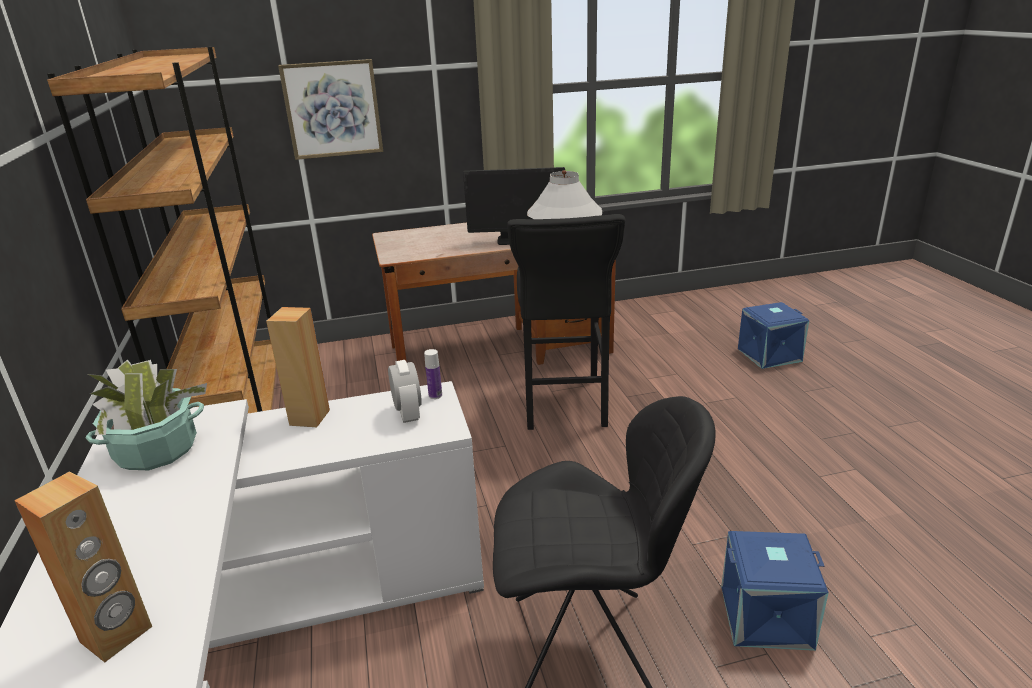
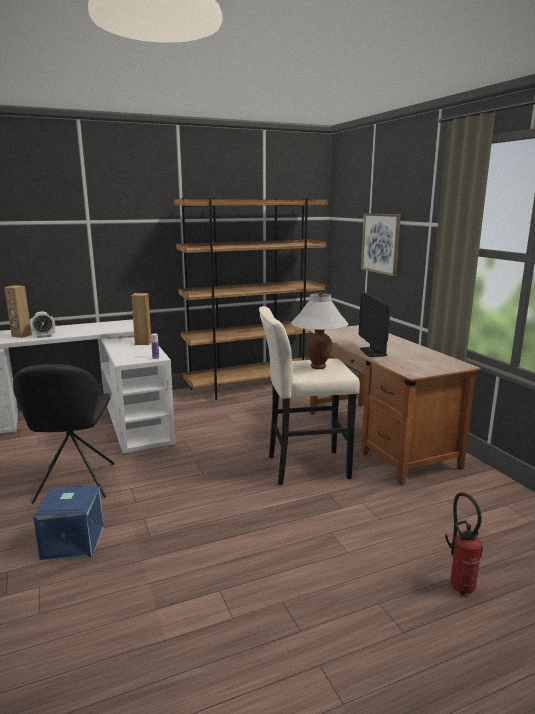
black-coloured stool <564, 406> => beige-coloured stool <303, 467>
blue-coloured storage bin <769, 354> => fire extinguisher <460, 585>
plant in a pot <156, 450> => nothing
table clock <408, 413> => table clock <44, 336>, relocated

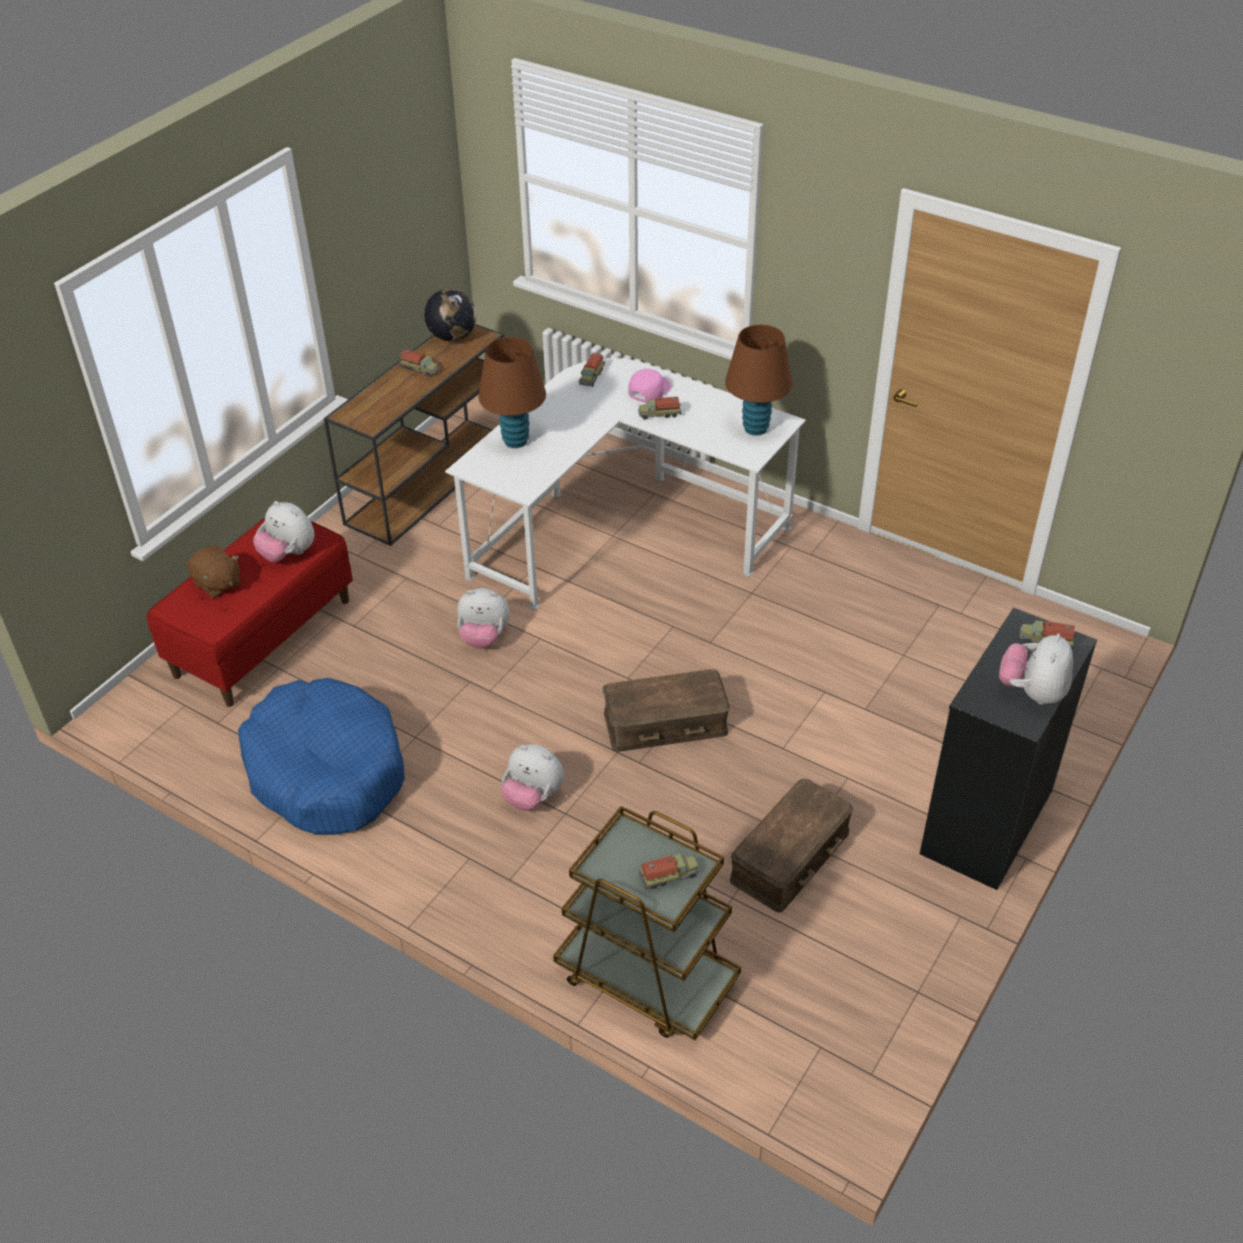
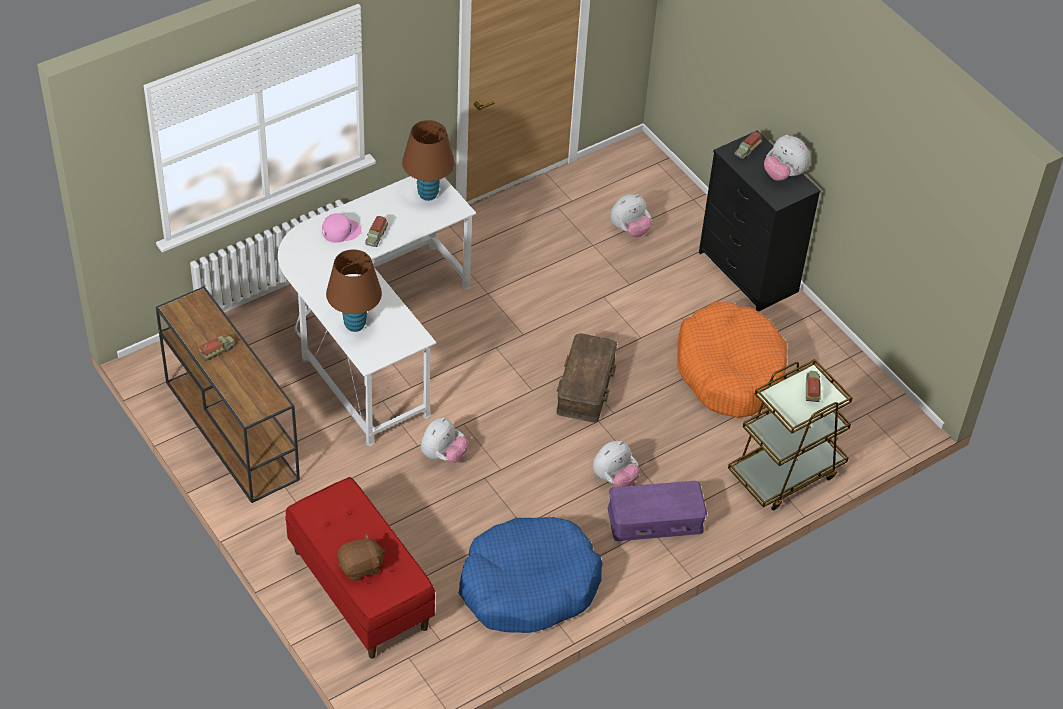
world globe <452, 336> => nothing
model truck <591, 377> => nothing
pinkish cap <648, 389> => pinkish cap <340, 230>, 105 degrees clockwise
cuddly toy <288, 554> => cuddly toy <629, 230>, relocated
brownish storage bin <791, 857> => orange dog bed <730, 370>
nothing => purplish storage bin <655, 520>

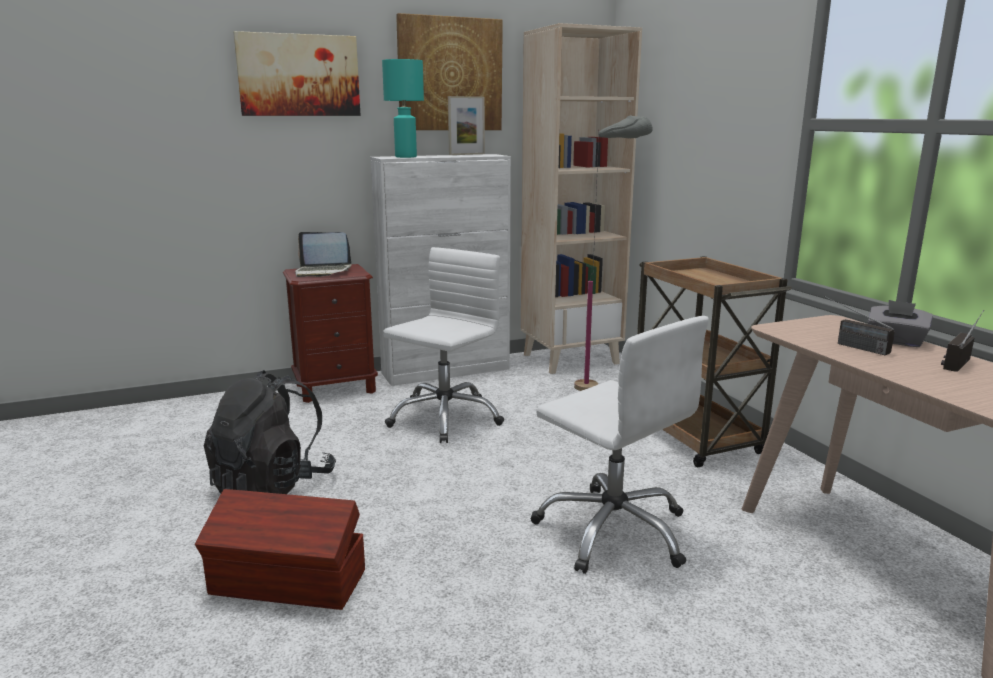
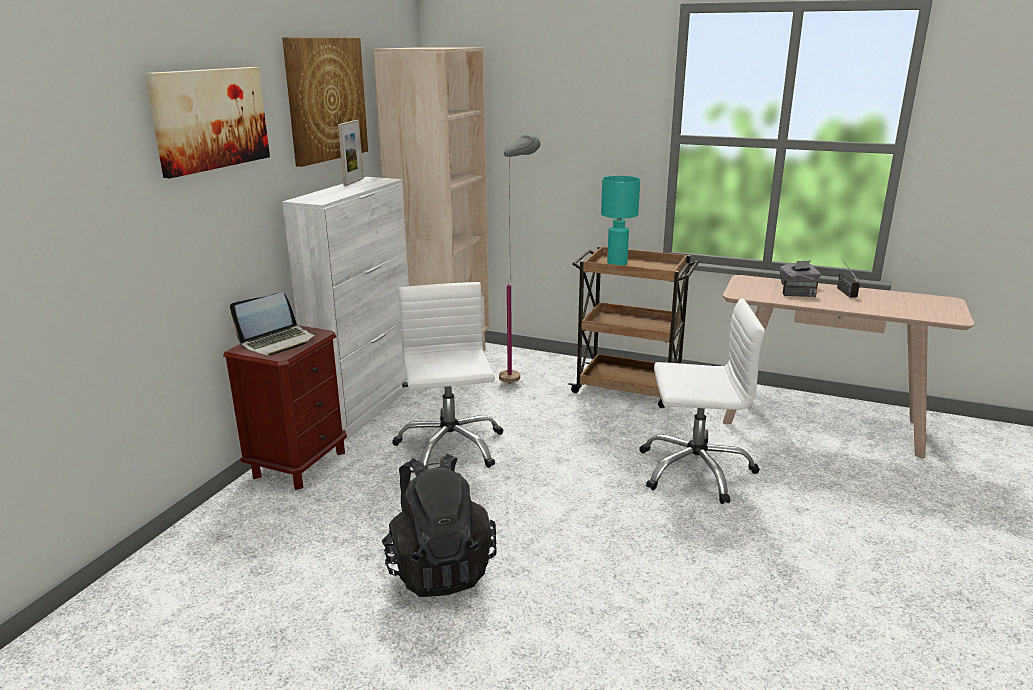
turquoise lamp for a table <405, 157> => turquoise lamp for a table <616, 263>, relocated
brownish storage bin <288, 583> => nothing

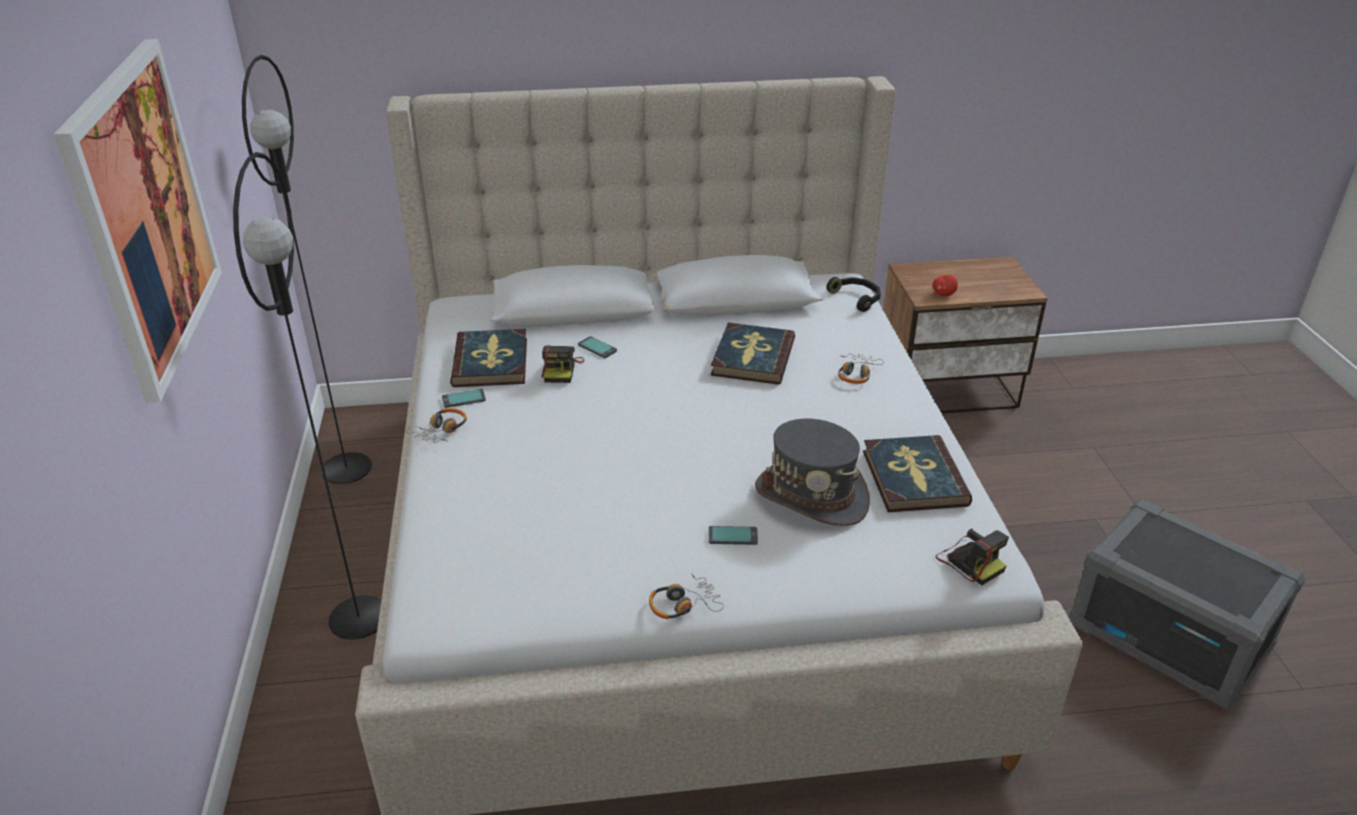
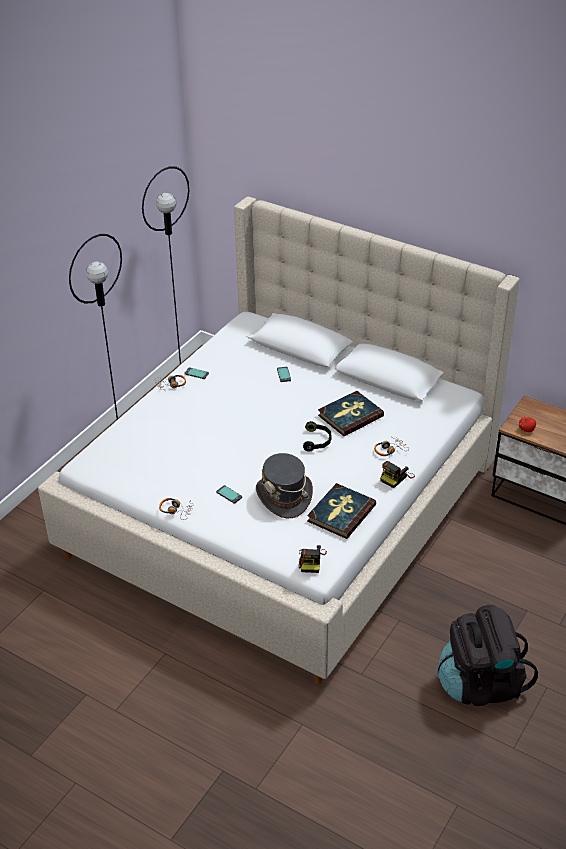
wall picture <145, 215> => nothing
black-coloured headphones <857, 298> => black-coloured headphones <317, 441>, relocated
volume <491, 362> => nothing
photo camera <561, 370> => photo camera <396, 477>, relocated
greyish storage bin <1170, 634> => black-coloured knapsack <480, 684>

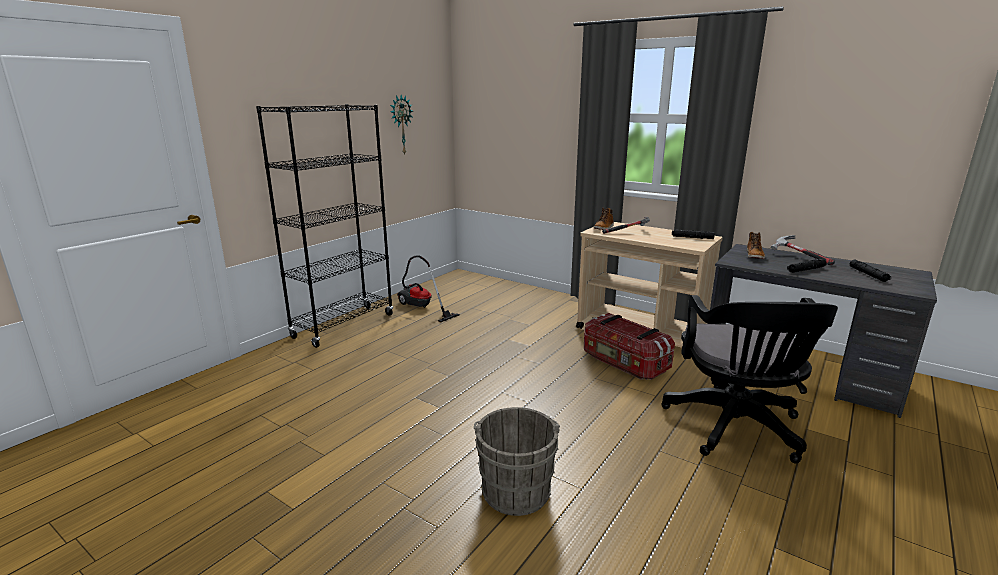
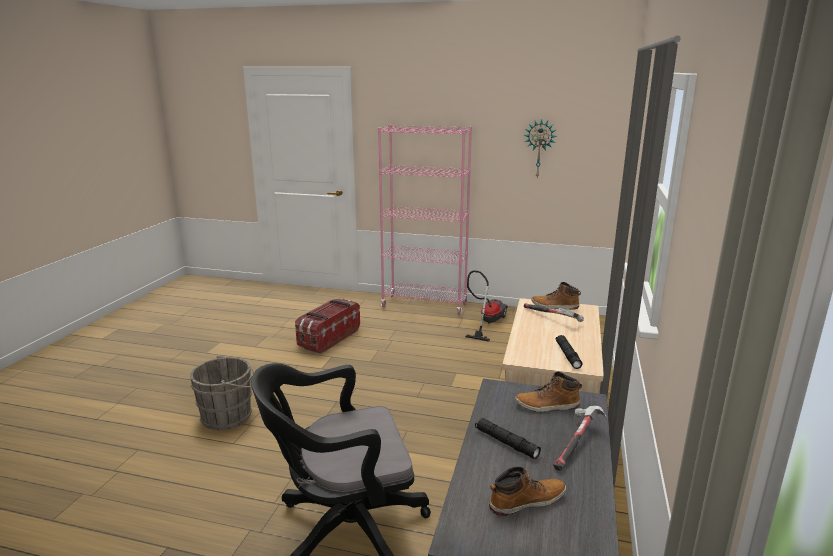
black-coloured bookshelf <344, 326> => pinkish bookshelf <424, 305>
black-coloured torch <868, 274> => tall boot <526, 501>
storage bin <624, 363> => storage bin <328, 338>, relocated

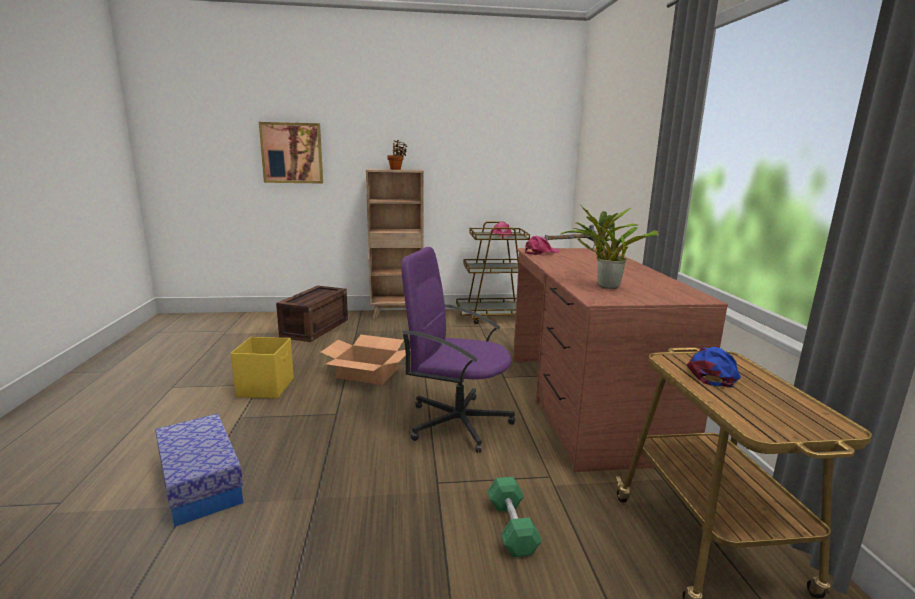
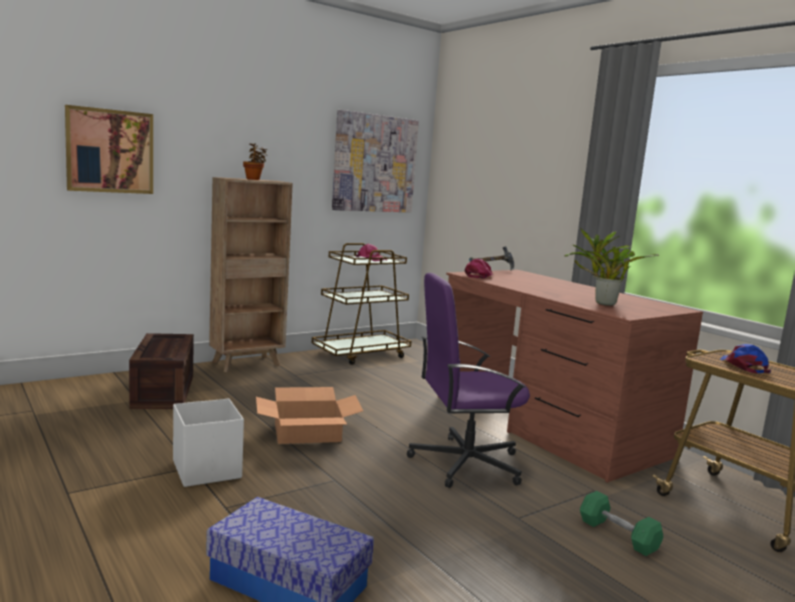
yellow-coloured storage bin <266, 387> => white-coloured storage bin <207, 469>
nothing => wall picture <374, 163>

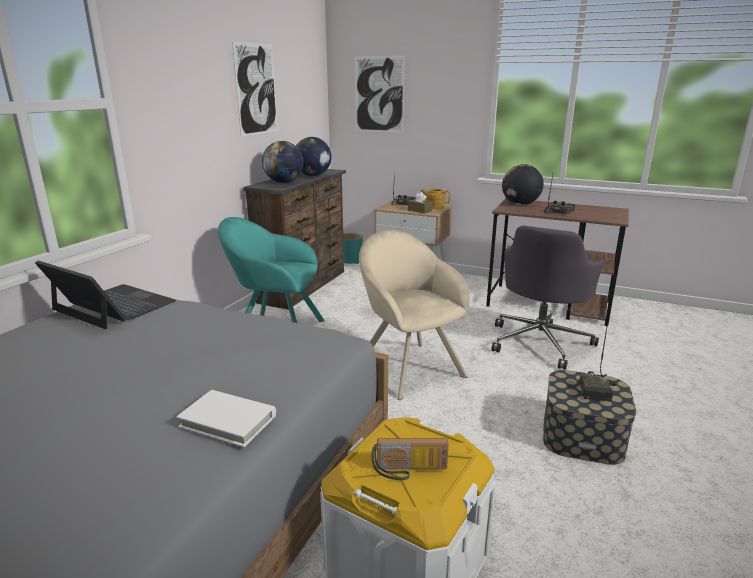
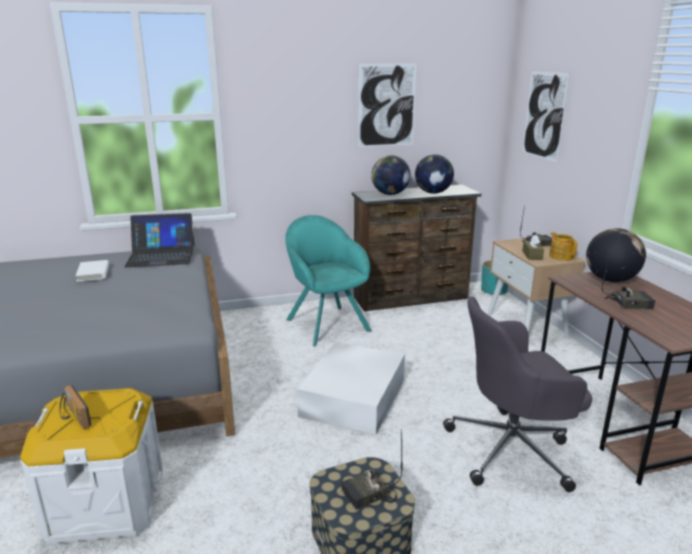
beige-coloured easy chair <407, 366> => white-coloured storage bin <354, 396>
portable computer <113, 306> => portable computer <161, 256>, 90 degrees clockwise
white-coloured volume <228, 421> => white-coloured volume <93, 273>, relocated

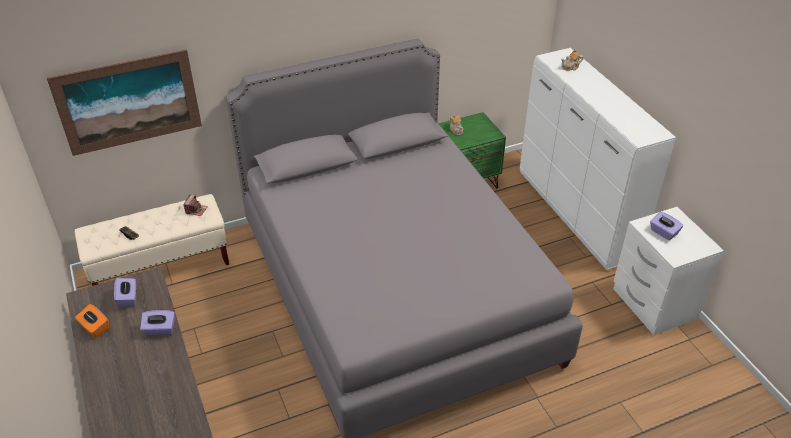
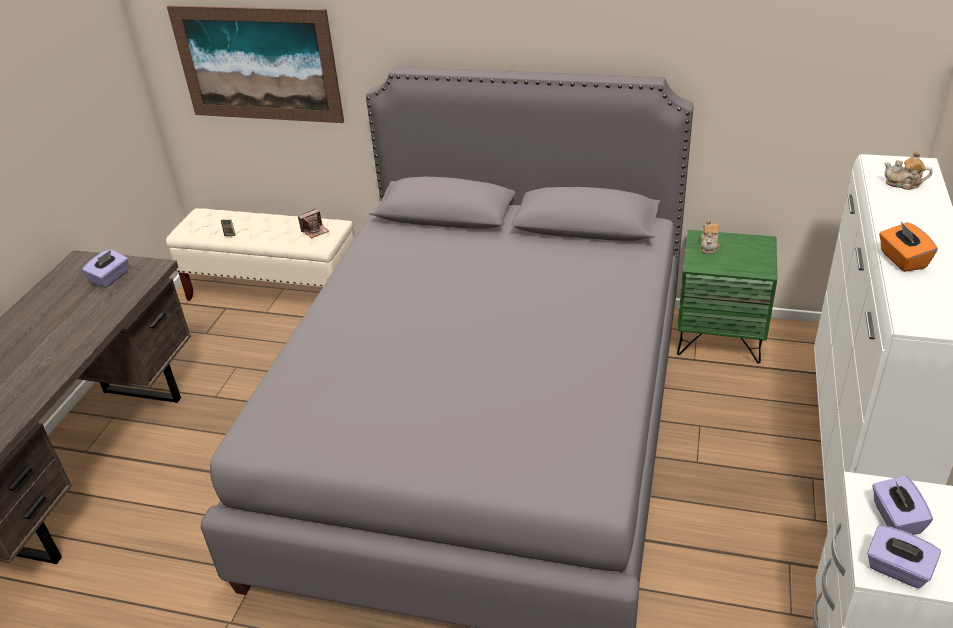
orange box of tissues <95, 328> => orange box of tissues <902, 260>, relocated
purplish box of tissues <160, 330> => purplish box of tissues <897, 569>, relocated

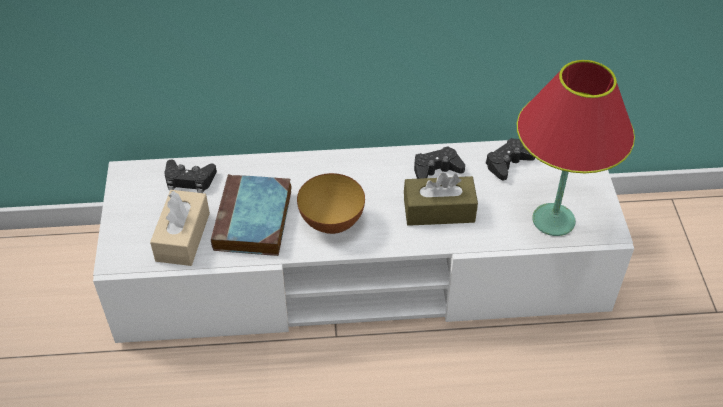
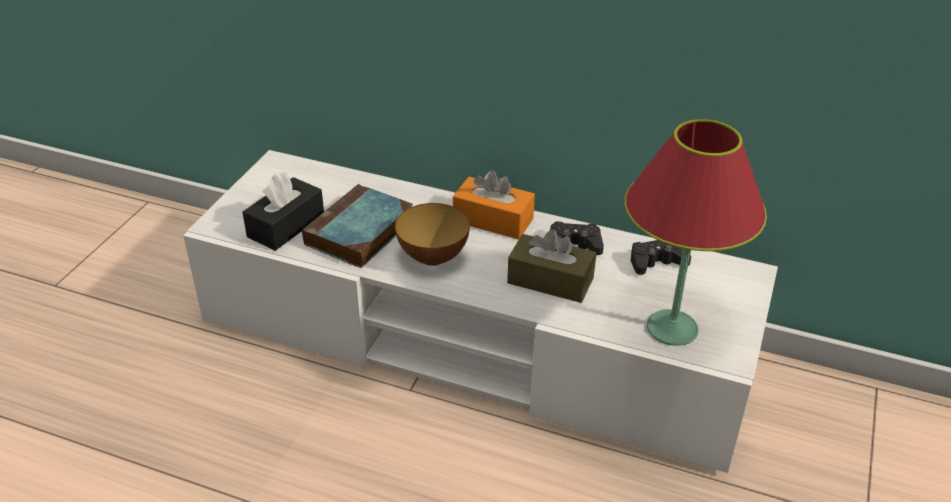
black-coloured gamepad <189, 180> => nothing
beige-coloured box of tissues <183, 237> => black-coloured box of tissues <286, 225>
nothing => orange box of tissues <493, 220>

